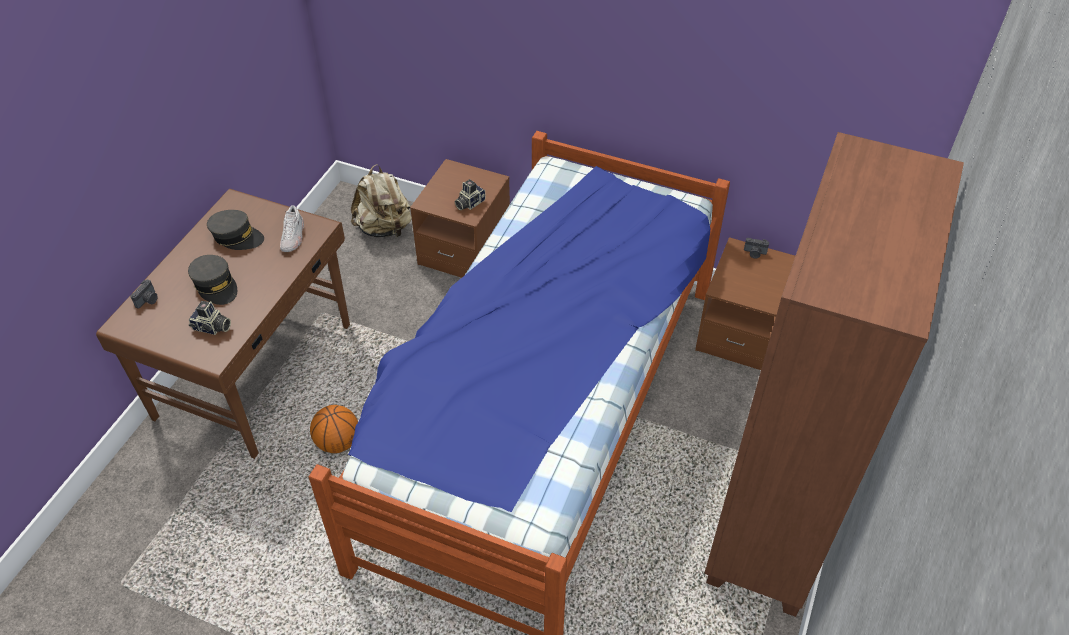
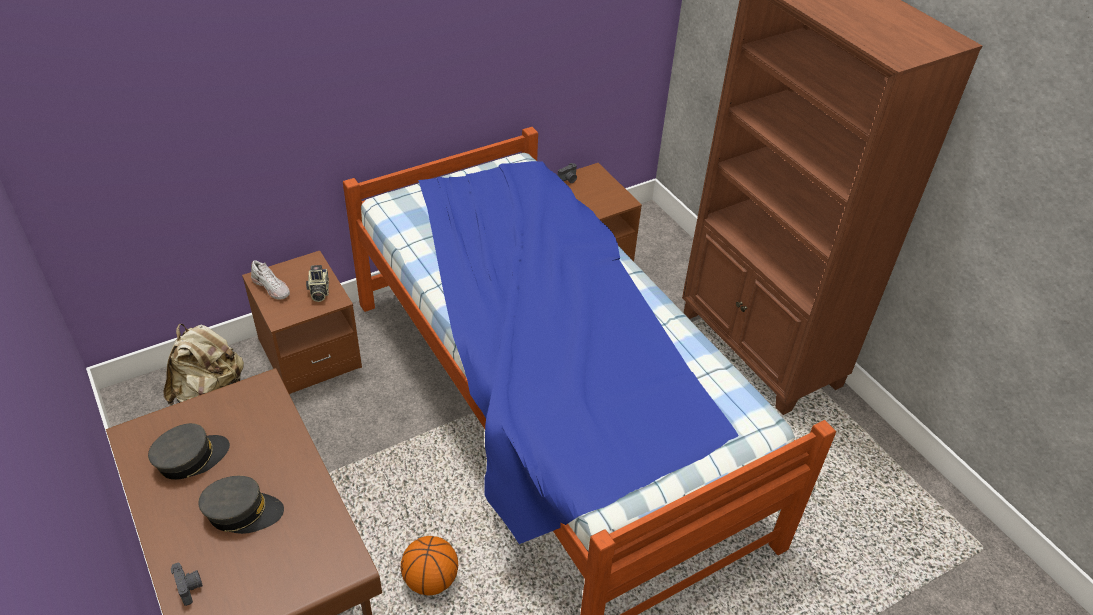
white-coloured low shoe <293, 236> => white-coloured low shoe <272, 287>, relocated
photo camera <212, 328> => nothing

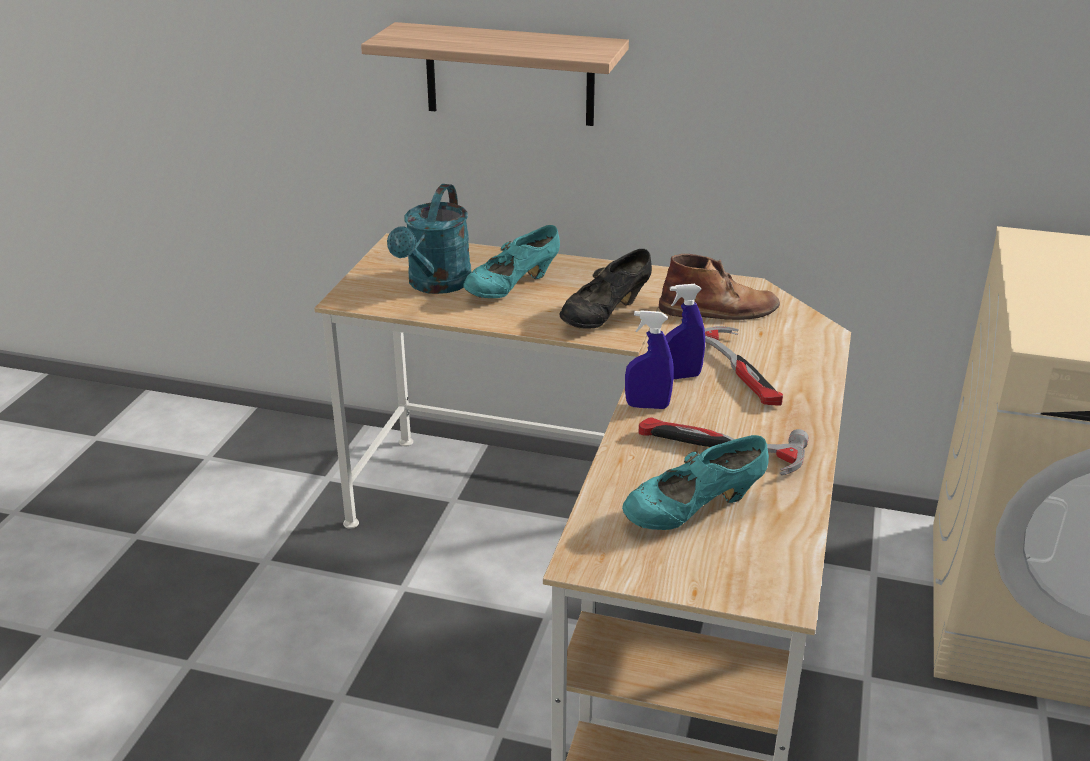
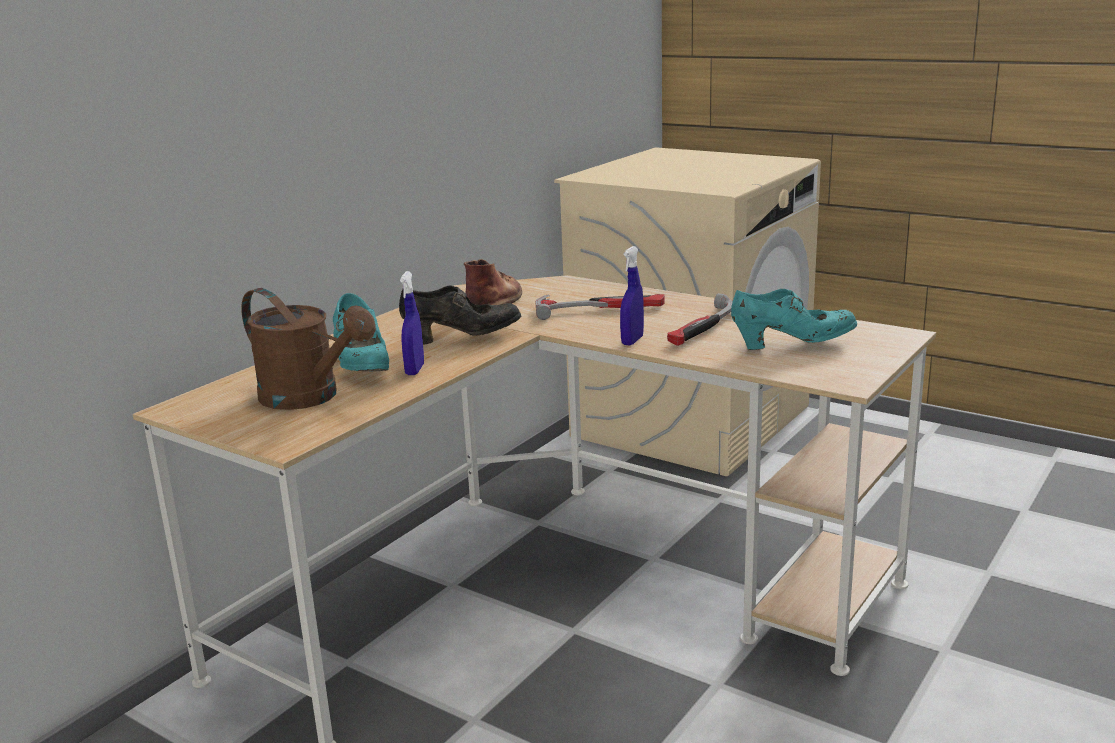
bracket shelf <509, 74> => nothing
turquoise watering can <435, 285> => brownish watering can <310, 398>
black-coloured low shoe <605, 316> => black-coloured low shoe <463, 338>, 75 degrees counterclockwise
blue-coloured sprayer <680, 376> => blue-coloured sprayer <415, 370>, relocated
turquoise low shoe <693, 512> => turquoise low shoe <793, 345>, 90 degrees counterclockwise

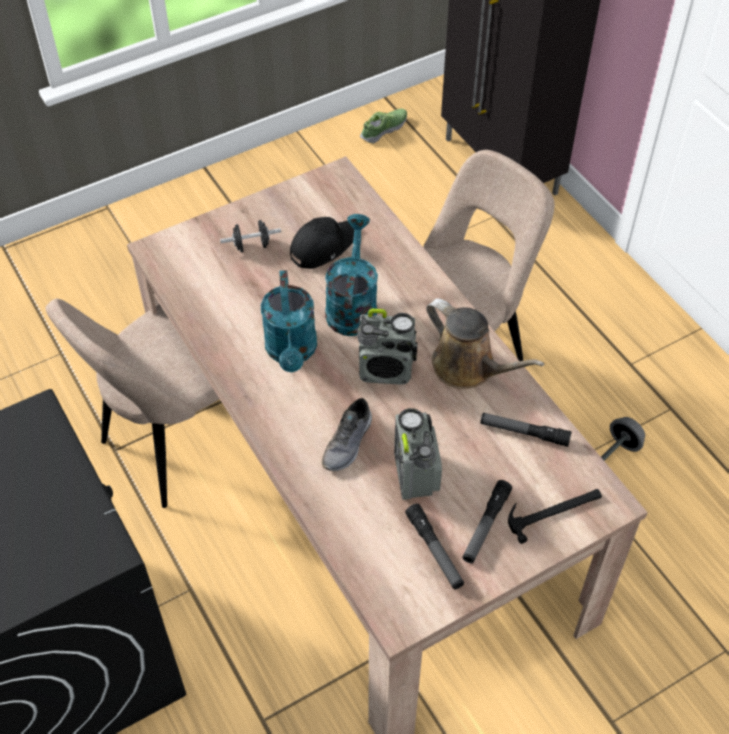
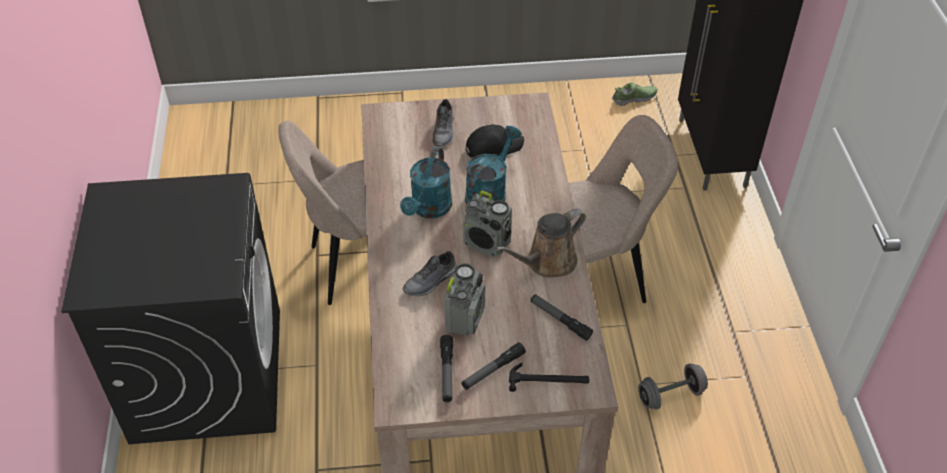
black-coloured dumbbell <251, 246> => greyish low shoe <444, 131>
brownish watering can <468, 367> => brownish watering can <547, 262>, 75 degrees clockwise

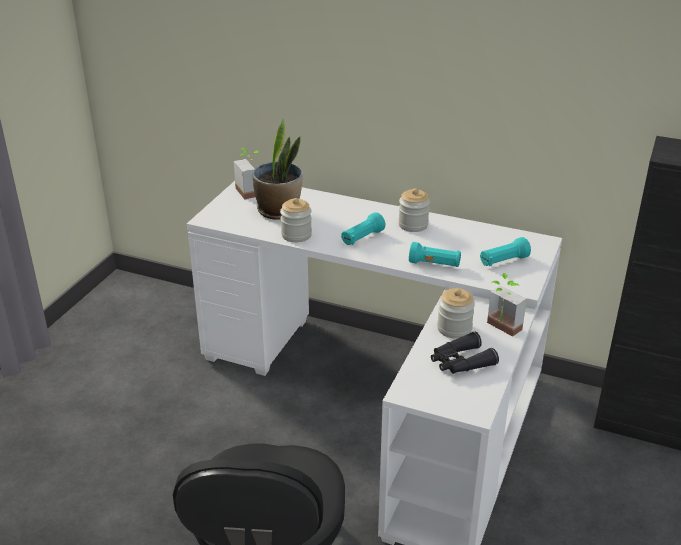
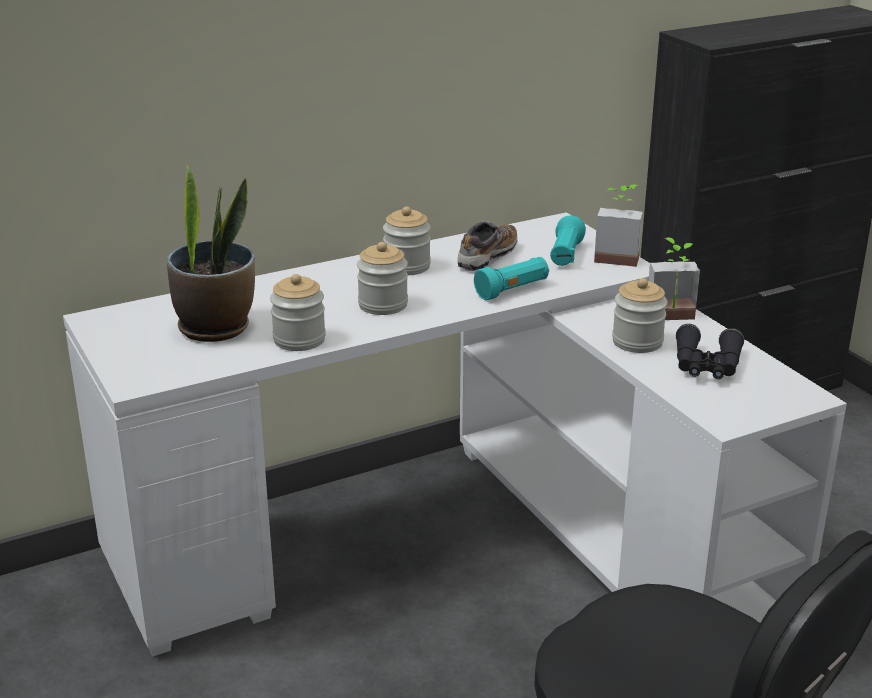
plant in a pot <251, 191> => plant in a pot <617, 256>, relocated
turquoise torch <362, 238> => jar <383, 305>
nothing => low shoe <487, 257>

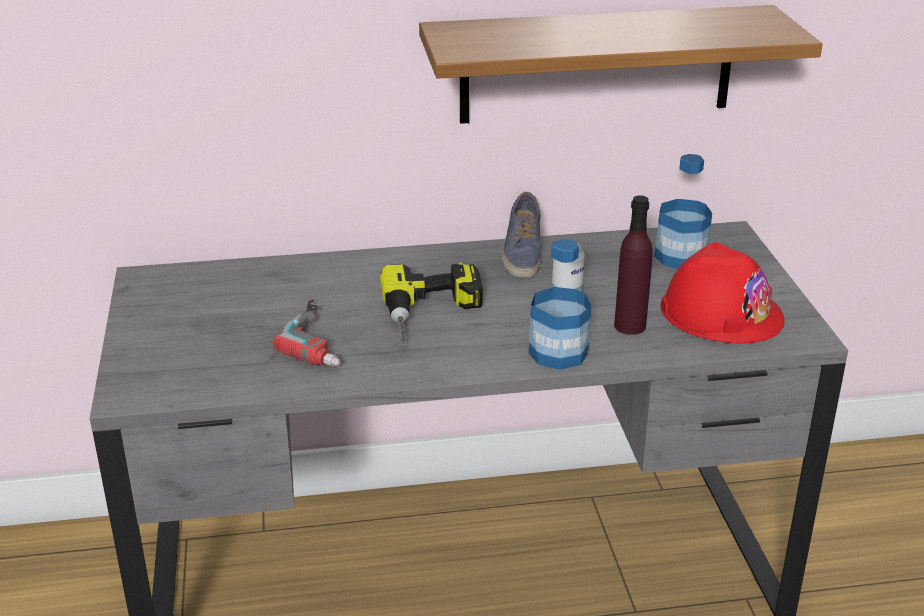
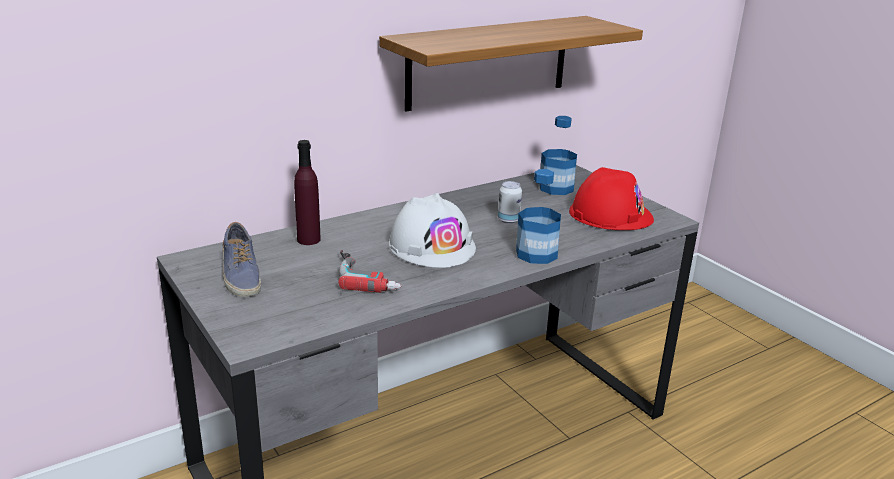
low shoe <521, 253> => low shoe <240, 276>, relocated
purplish beverage bottle <630, 326> => purplish beverage bottle <308, 240>, relocated
electric drill <433, 314> => white-coloured work helmet <432, 246>

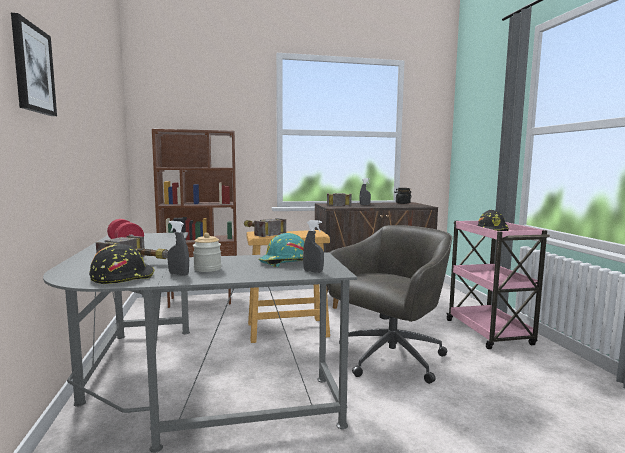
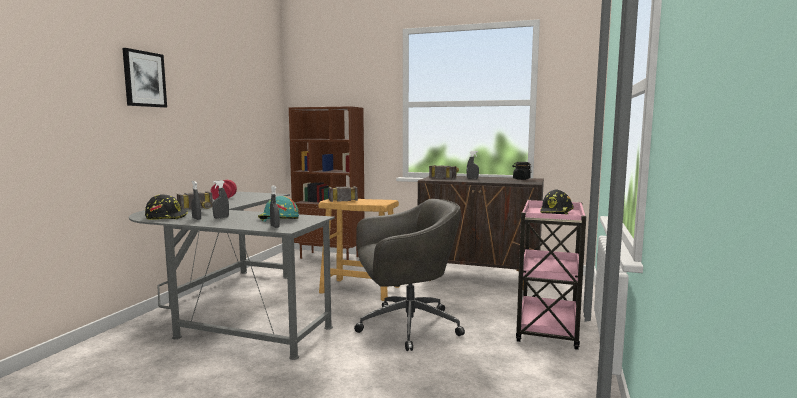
jar <207, 269> => greyish sprayer <221, 218>

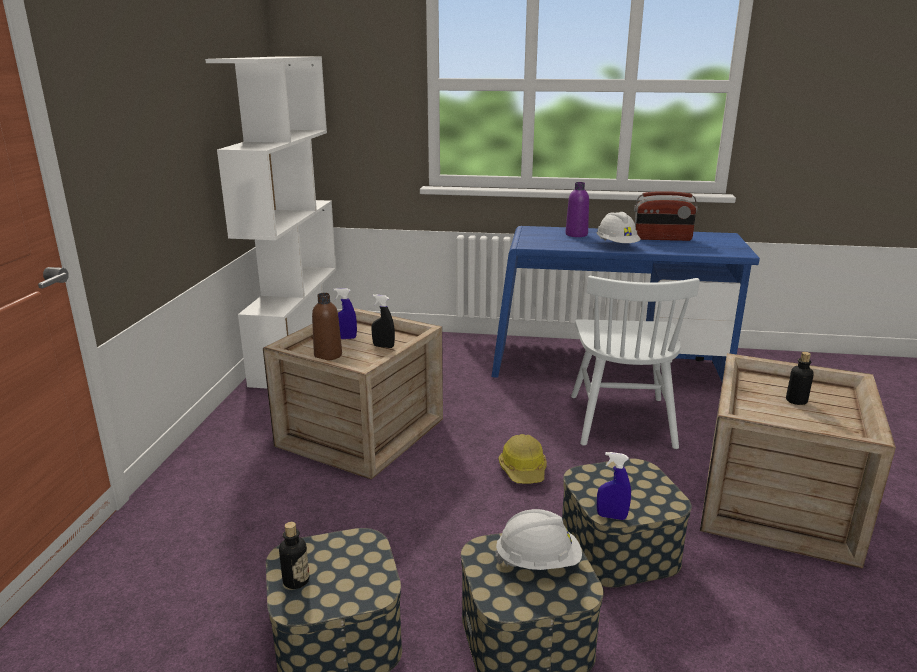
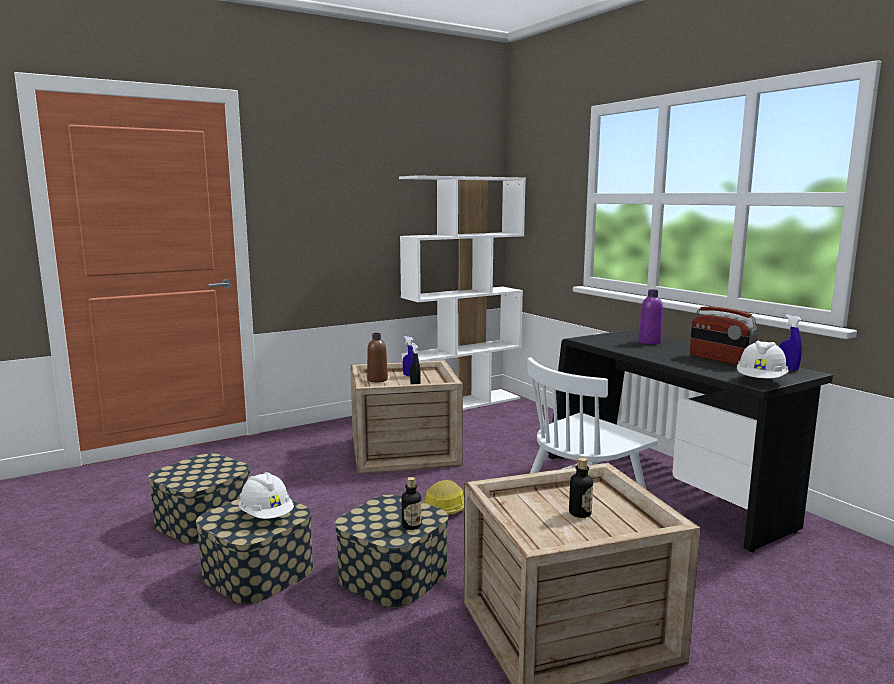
white-coloured work helmet <617, 246> => white-coloured work helmet <761, 381>, relocated
blue-coloured desk <608, 368> => black-coloured desk <665, 491>
blue-coloured sprayer <611, 516> => blue-coloured sprayer <788, 368>, relocated
beverage bottle <296, 581> => beverage bottle <411, 526>, relocated

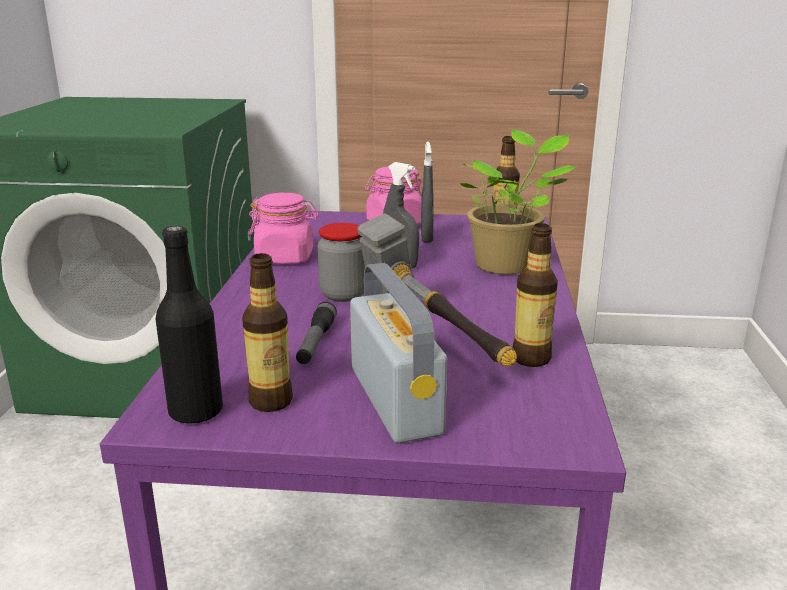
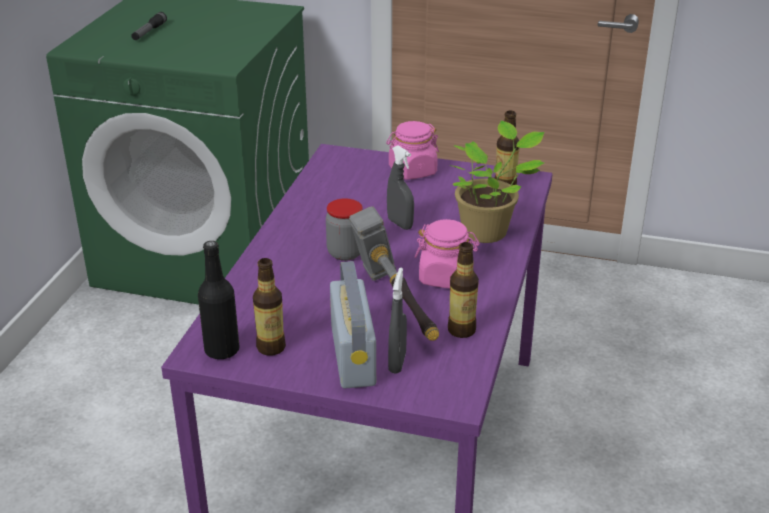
greyish sprayer <426, 238> => greyish sprayer <397, 362>, relocated
pinkish jar <285, 257> => pinkish jar <445, 277>, relocated
torch <316, 342> => torch <149, 32>, relocated

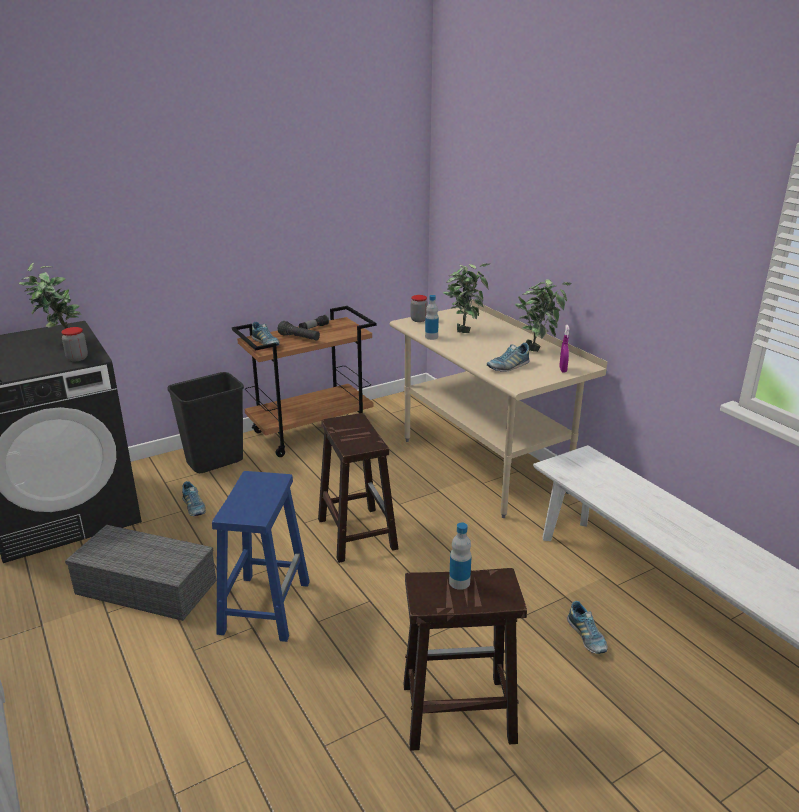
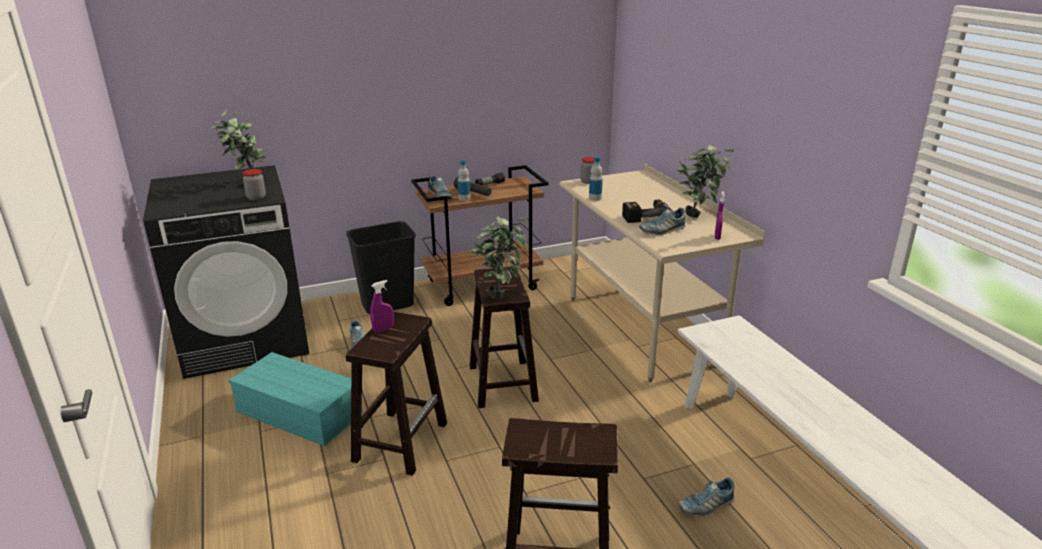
plant in a pot <464, 330> => plant in a pot <500, 293>, relocated
blue-coloured stool <265, 606> => brownish stool <401, 441>
beverage bottle <459, 582> => beverage bottle <464, 198>, relocated
greyish storage bin <148, 586> => turquoise storage bin <301, 412>
low shoe <586, 637> => low shoe <706, 505>, 75 degrees clockwise
nothing => electric drill <645, 216>
nothing => purplish sprayer <383, 329>

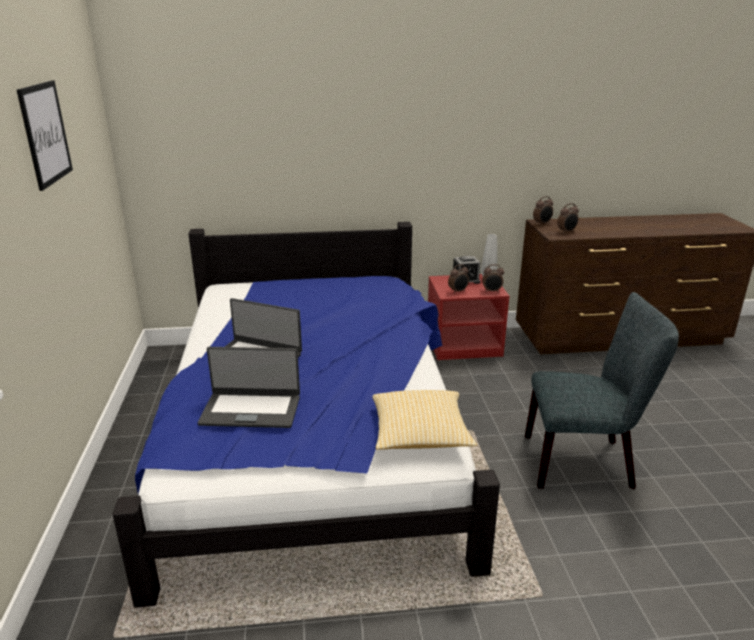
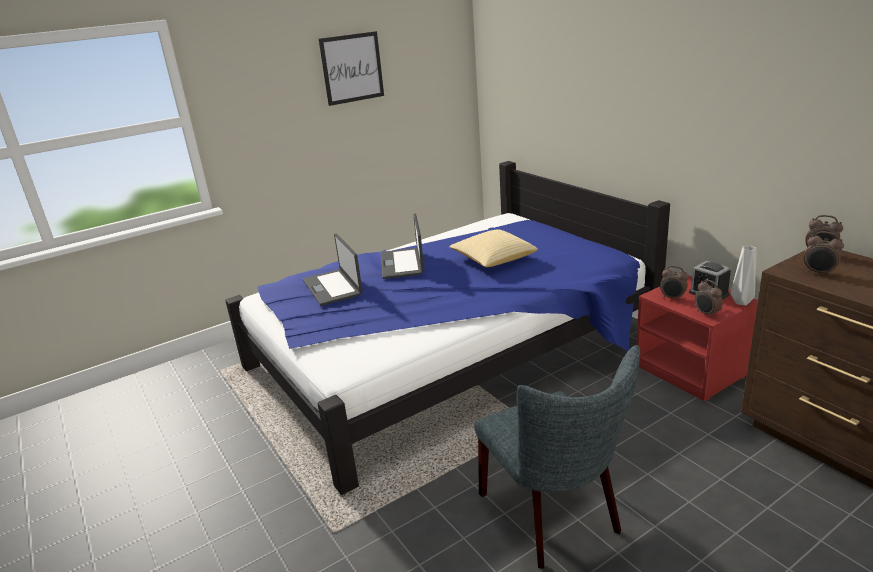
pillow <420, 435> => pillow <493, 260>, relocated

